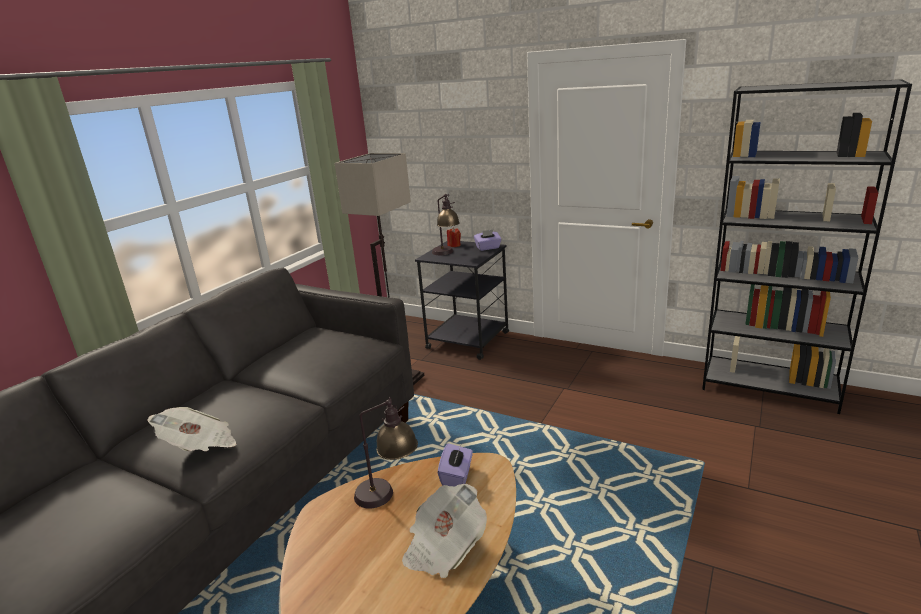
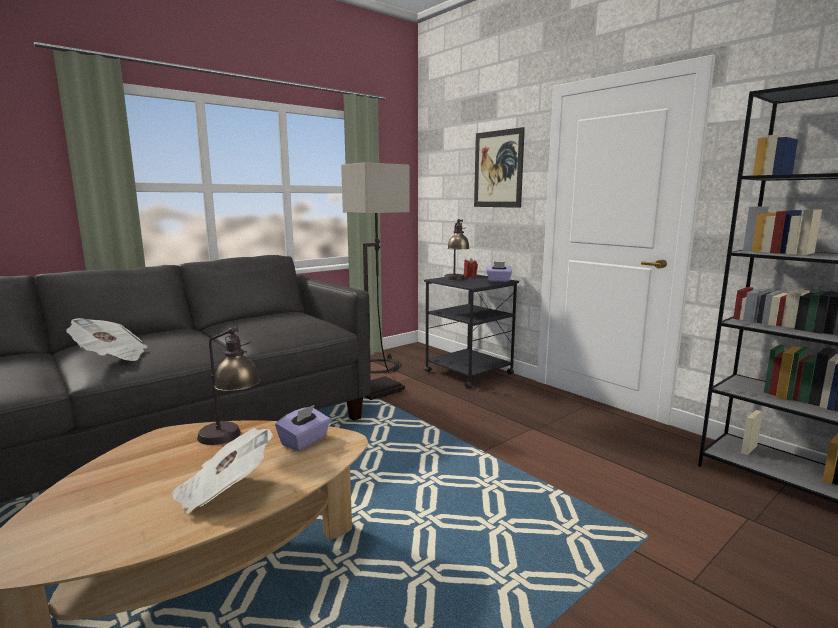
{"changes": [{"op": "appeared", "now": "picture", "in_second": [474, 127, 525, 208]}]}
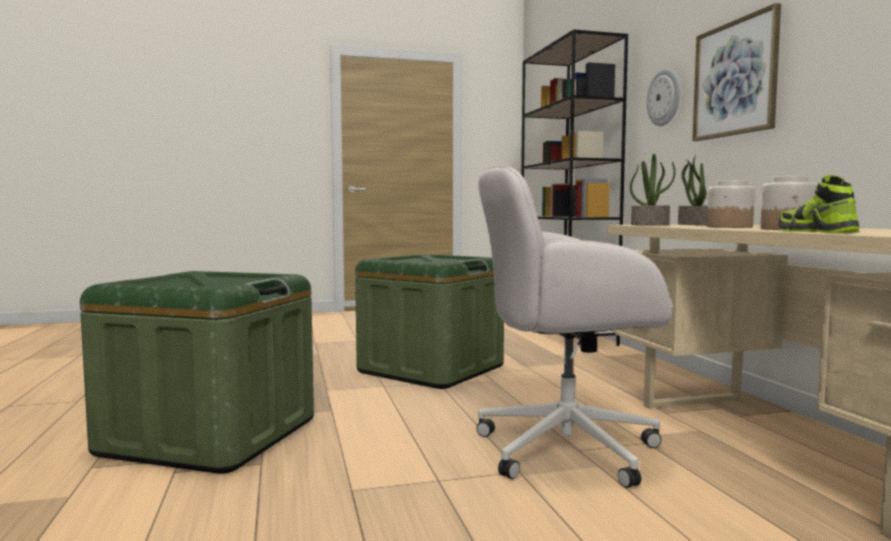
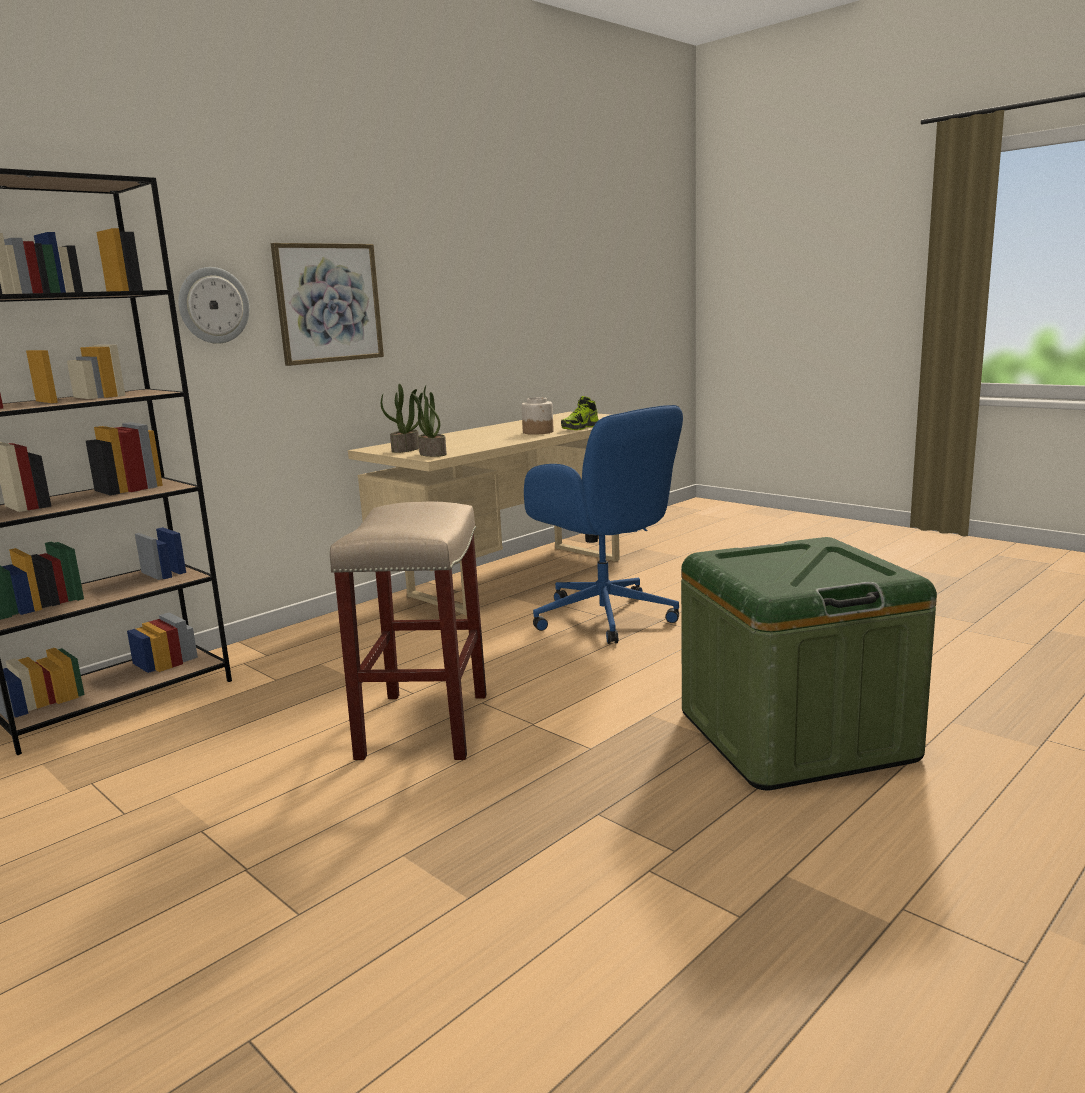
{"changes": [{"op": "exchanged", "was": "green storage container", "now": "sand-coloured stool seat", "in_first": [355, 254, 504, 389], "in_second": [330, 501, 486, 760]}, {"op": "colour", "was": "whitish desk chair", "now": "bluish desk chair", "in_first": [477, 166, 673, 488], "in_second": [524, 405, 683, 644]}, {"op": "missing", "was": "jar", "in_first": [707, 180, 755, 228]}]}
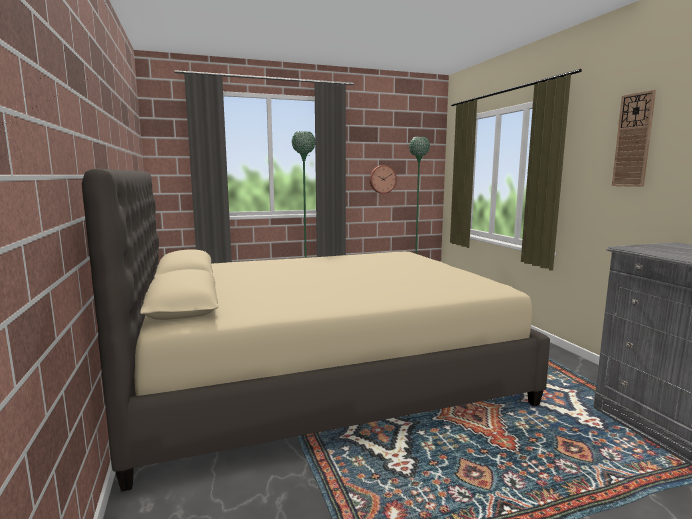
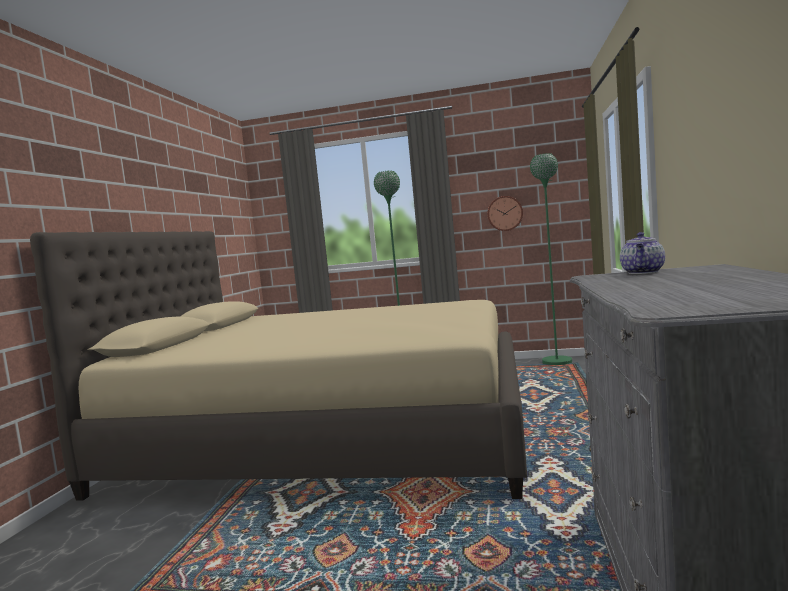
{"changes": [{"op": "appeared", "now": "pot for tea", "in_second": [620, 232, 665, 274]}, {"op": "missing", "was": "clock on the wall", "in_first": [612, 90, 656, 187]}]}
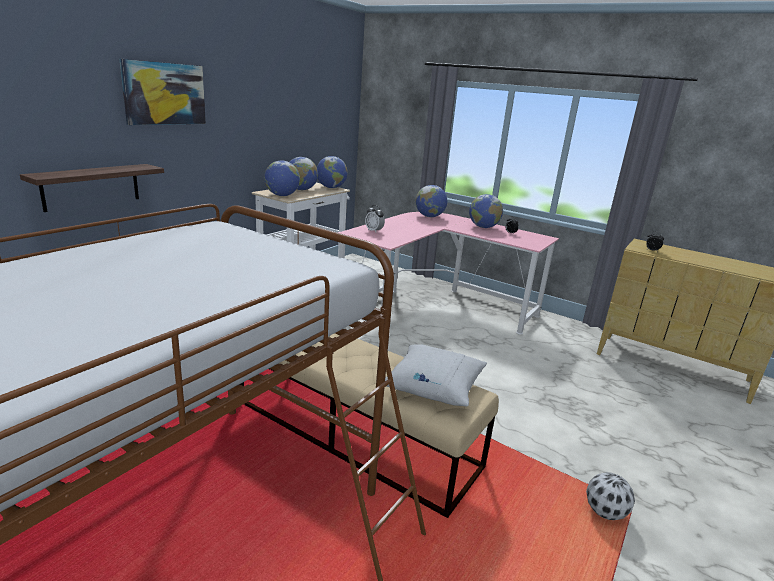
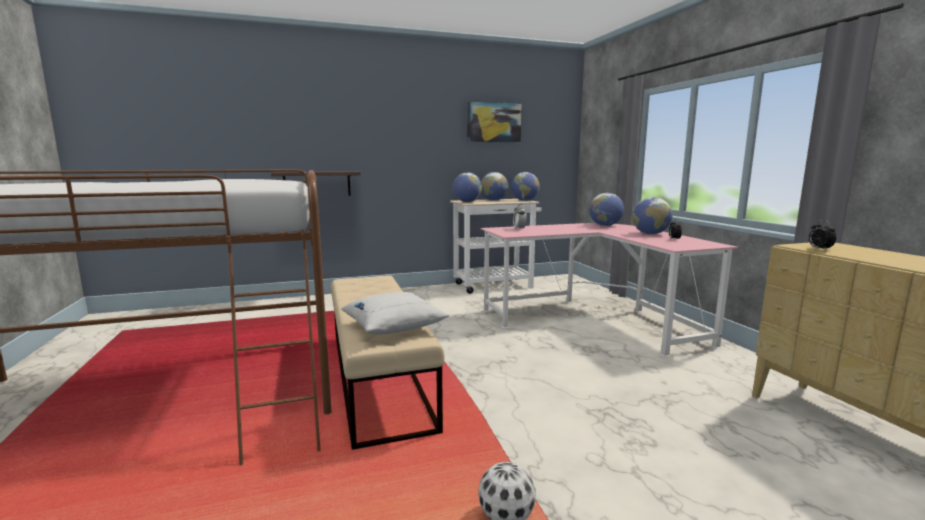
{"changes": [{"op": "relocated", "was": "picture", "in_first": [119, 59, 206, 125], "in_second": [467, 101, 522, 143]}]}
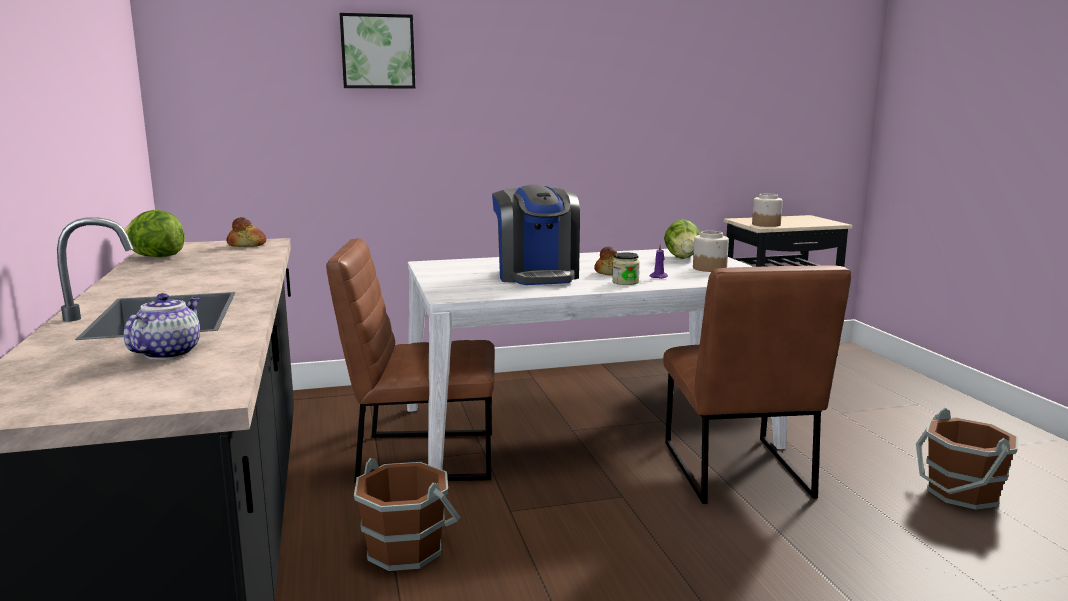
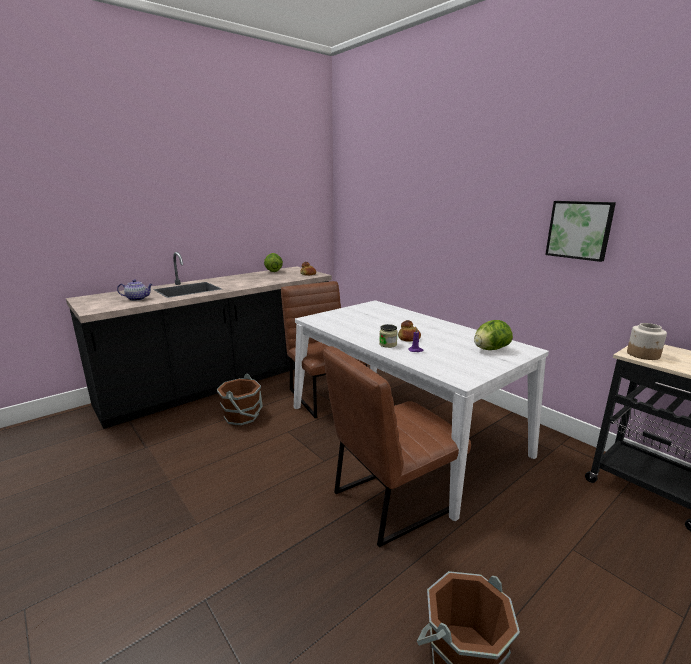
{"changes": [{"op": "relocated", "was": "picture", "in_first": [340, 13, 415, 88], "in_second": [545, 201, 616, 262]}, {"op": "missing", "was": "coffee brewer", "in_first": [492, 184, 580, 285]}, {"op": "missing", "was": "jar", "in_first": [693, 231, 729, 272]}]}
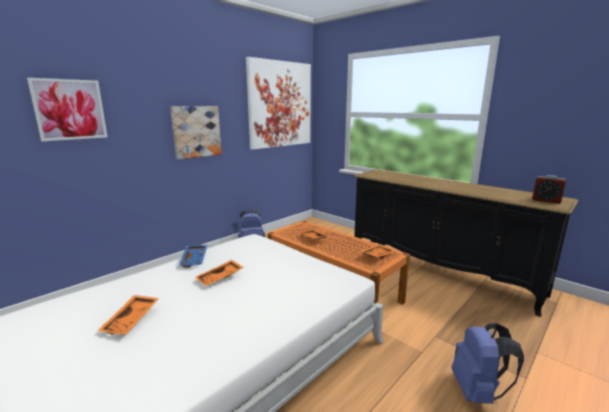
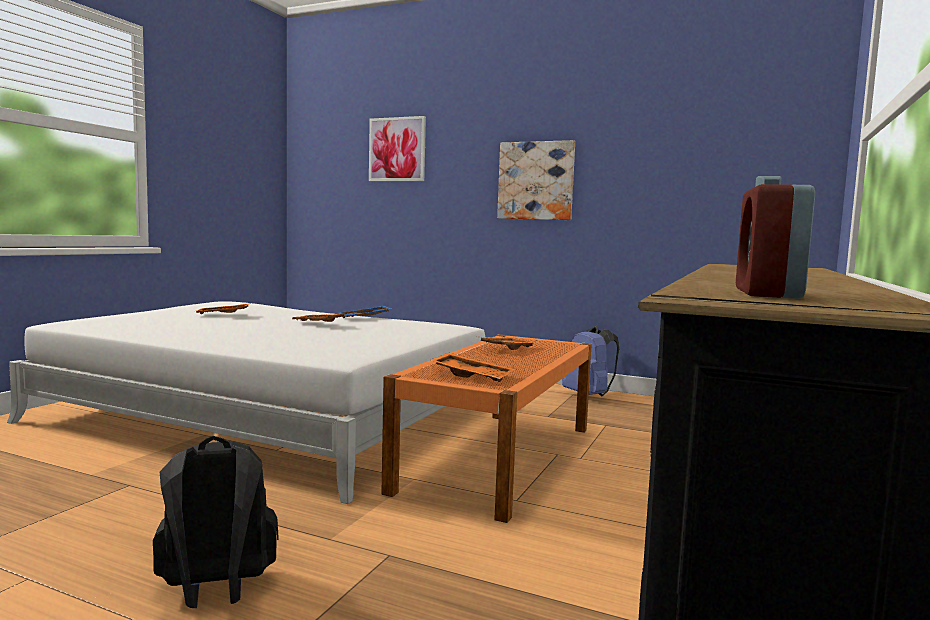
{"changes": [{"op": "colour", "was": "bluish rucksack", "now": "black-coloured rucksack", "in_first": [452, 323, 524, 404], "in_second": [153, 436, 278, 608]}, {"op": "missing", "was": "picture", "in_first": [246, 57, 311, 150]}]}
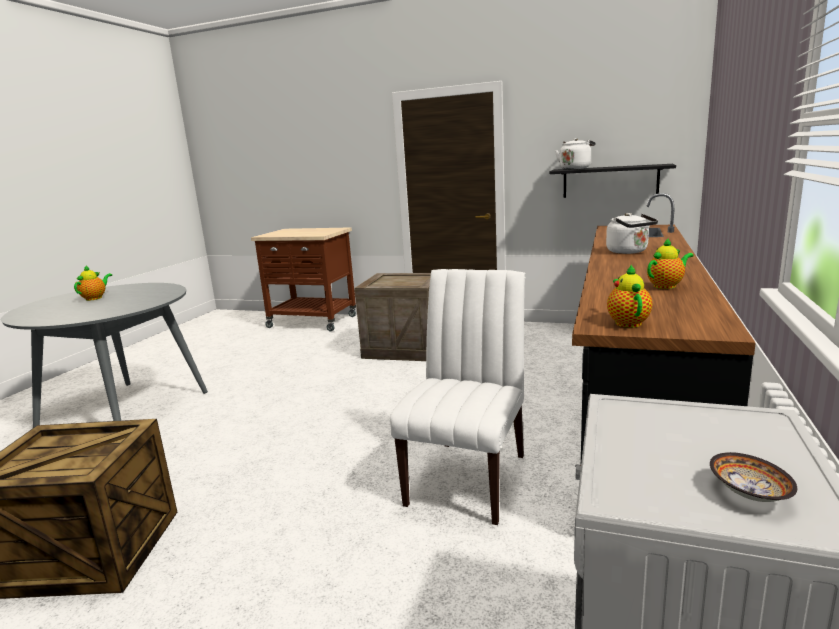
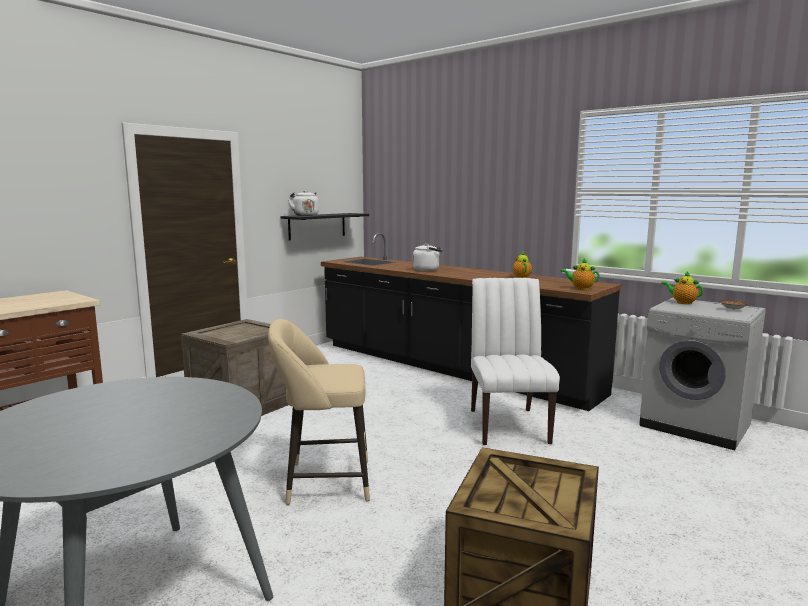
{"changes": [{"op": "appeared", "now": "sand-coloured stool seat", "in_second": [268, 319, 370, 505]}, {"op": "spun", "was": "whitish plain chair", "in_first": [390, 269, 526, 525], "in_second": [471, 278, 560, 445], "clockwise": 45}, {"op": "relocated", "was": "pot for tea", "in_first": [74, 265, 112, 301], "in_second": [661, 272, 703, 304]}]}
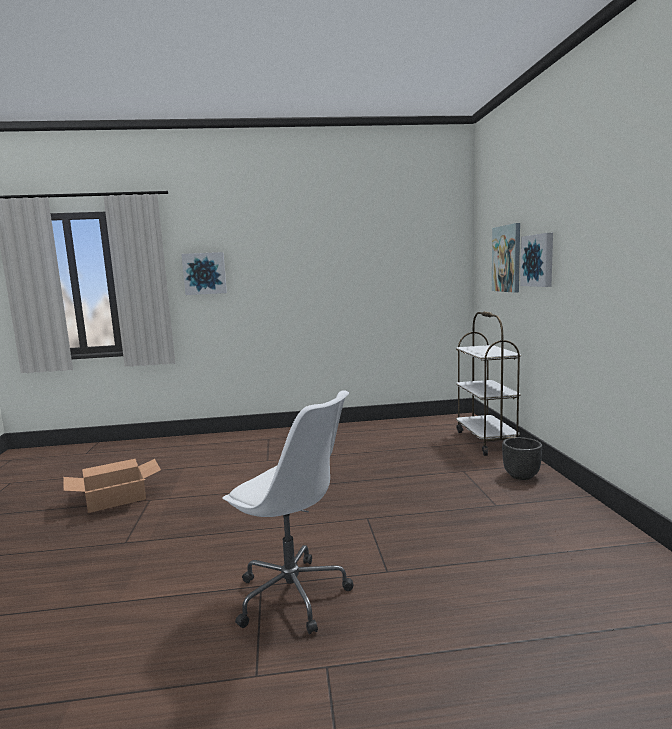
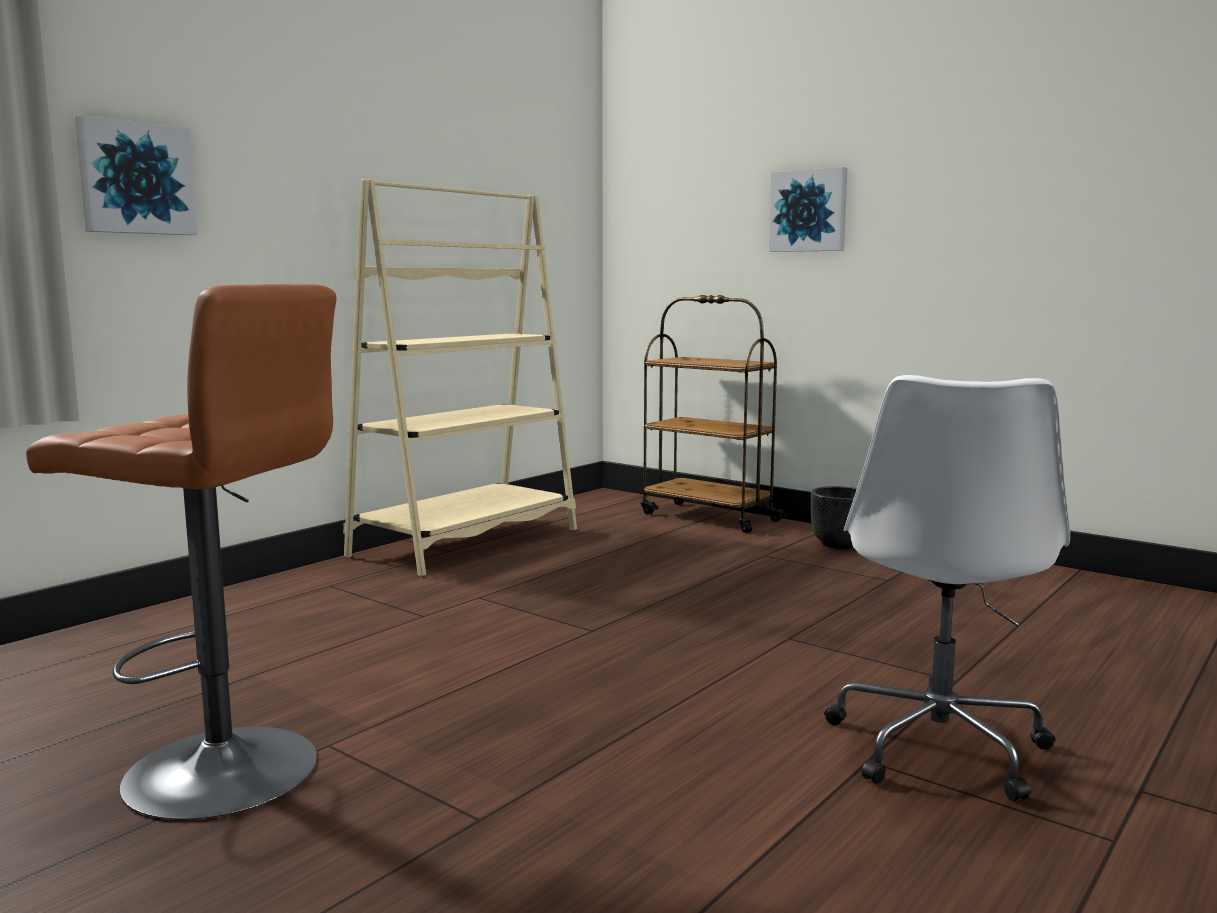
{"changes": [{"op": "exchanged", "was": "cardboard box", "now": "brown-coloured stool seat", "in_first": [63, 459, 161, 513], "in_second": [26, 284, 336, 820]}, {"op": "appeared", "now": "sand-coloured bookcase", "in_second": [343, 179, 577, 576]}, {"op": "colour", "was": "whitish cart", "now": "brown-coloured cart", "in_first": [456, 311, 522, 456], "in_second": [641, 295, 788, 533]}, {"op": "spun", "was": "whitish desk chair", "in_first": [222, 390, 354, 634], "in_second": [824, 375, 1070, 801], "clockwise": 120}, {"op": "missing", "was": "picture", "in_first": [492, 223, 520, 293]}]}
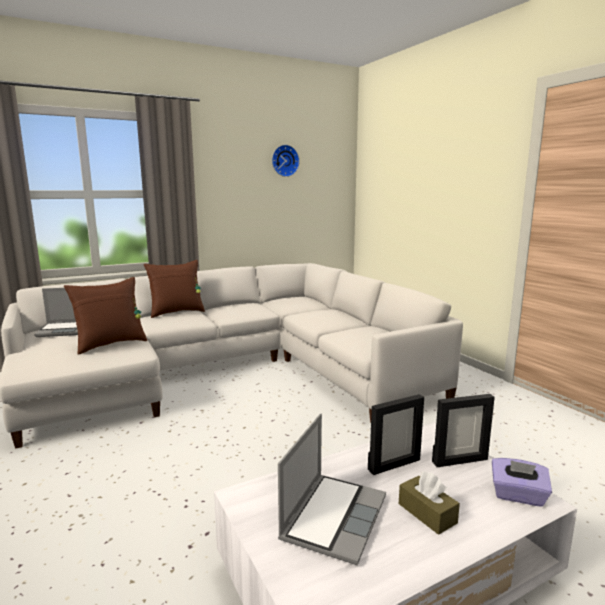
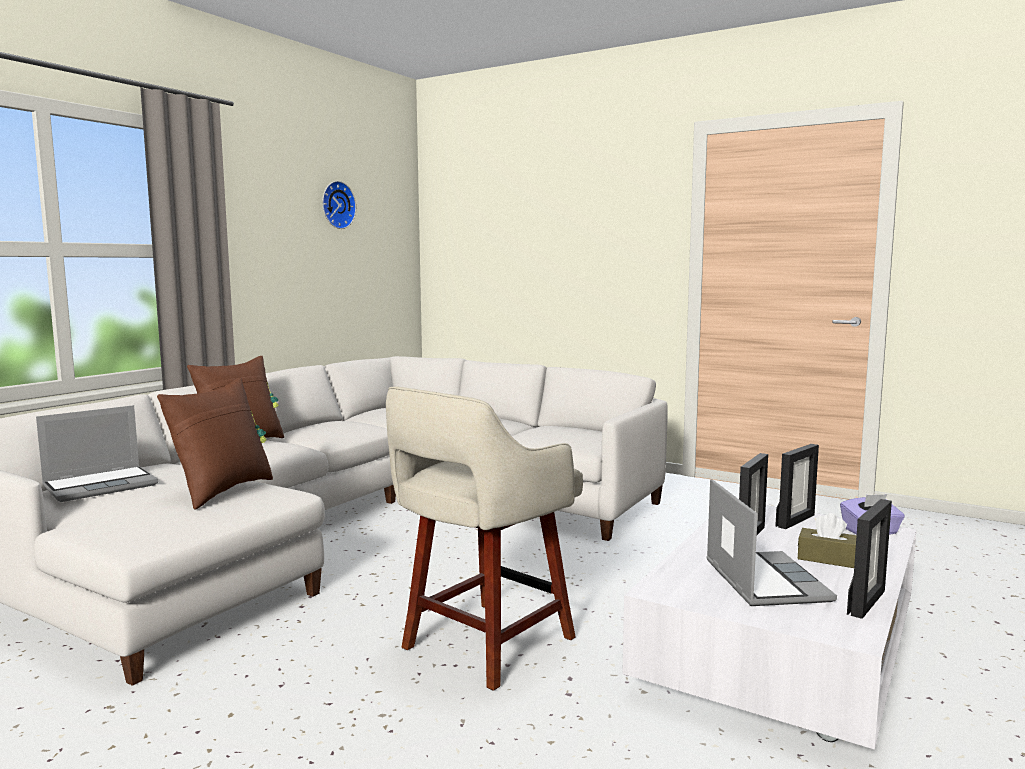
{"changes": [{"op": "appeared", "now": "sand-coloured stool seat", "in_second": [386, 386, 583, 691]}, {"op": "appeared", "now": "picture frame", "in_second": [847, 499, 892, 619]}]}
